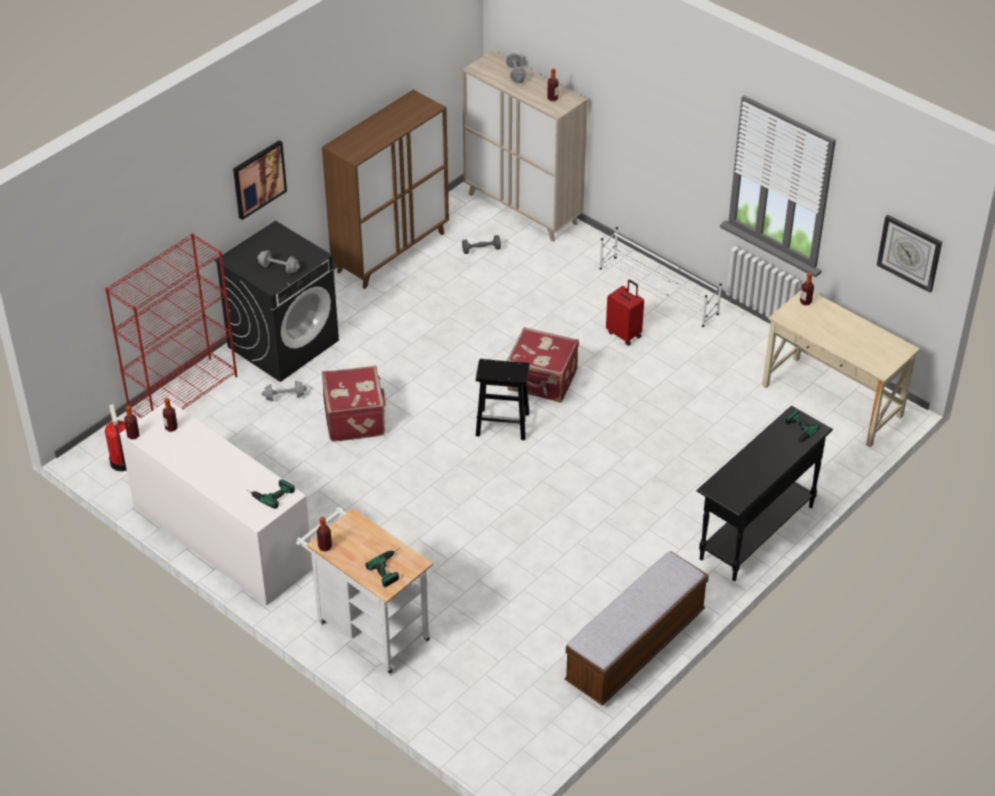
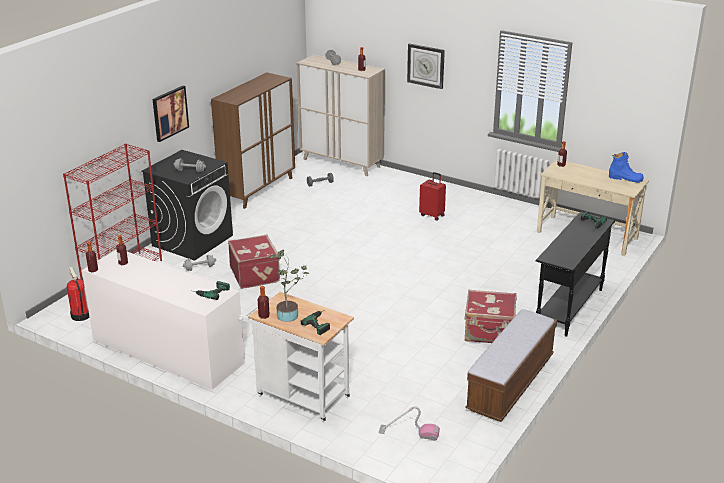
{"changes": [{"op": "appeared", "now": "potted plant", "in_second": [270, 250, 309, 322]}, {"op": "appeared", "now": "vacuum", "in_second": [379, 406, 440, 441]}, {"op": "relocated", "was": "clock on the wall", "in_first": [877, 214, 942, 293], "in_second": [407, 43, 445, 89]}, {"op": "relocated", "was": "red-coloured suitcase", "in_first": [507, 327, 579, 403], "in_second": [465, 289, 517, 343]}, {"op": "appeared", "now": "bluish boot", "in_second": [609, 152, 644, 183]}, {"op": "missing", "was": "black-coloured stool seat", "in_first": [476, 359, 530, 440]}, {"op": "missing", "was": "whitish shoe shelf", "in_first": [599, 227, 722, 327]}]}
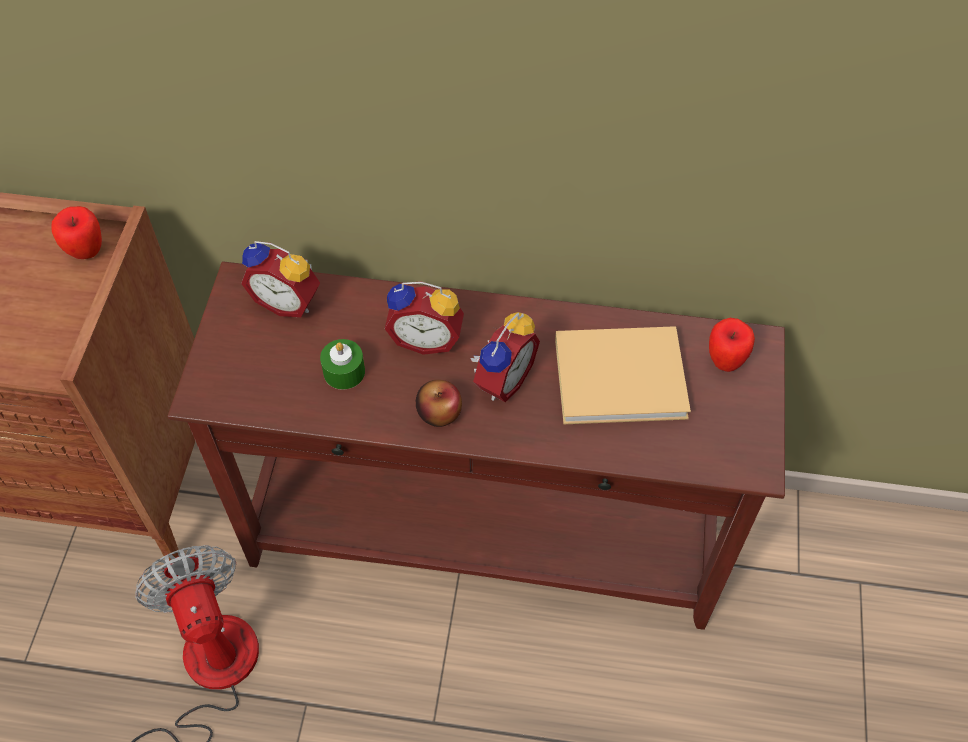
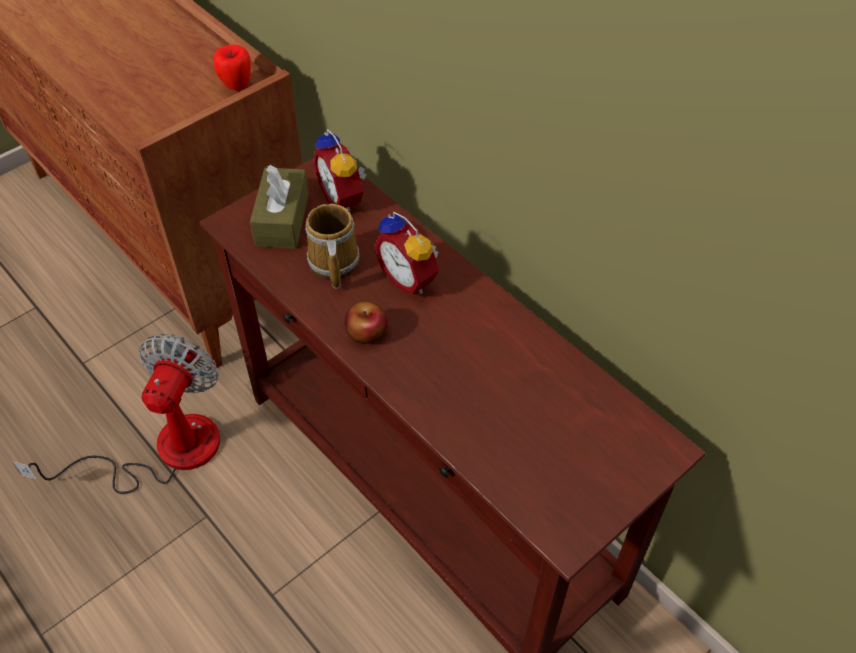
{"changes": [{"op": "appeared", "now": "brown-coloured tissue holder", "in_second": [250, 165, 309, 249]}, {"op": "exchanged", "was": "green wax candle", "now": "tea mug", "in_first": [320, 339, 365, 390], "in_second": [305, 204, 360, 289]}, {"op": "missing", "was": "table clock", "in_first": [470, 312, 540, 402]}, {"op": "missing", "was": "sand-coloured volume", "in_first": [555, 326, 691, 424]}, {"op": "missing", "was": "apple fruit", "in_first": [709, 318, 755, 372]}]}
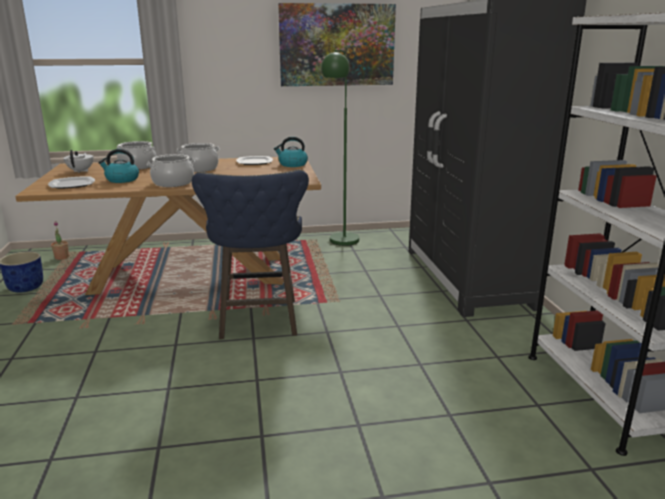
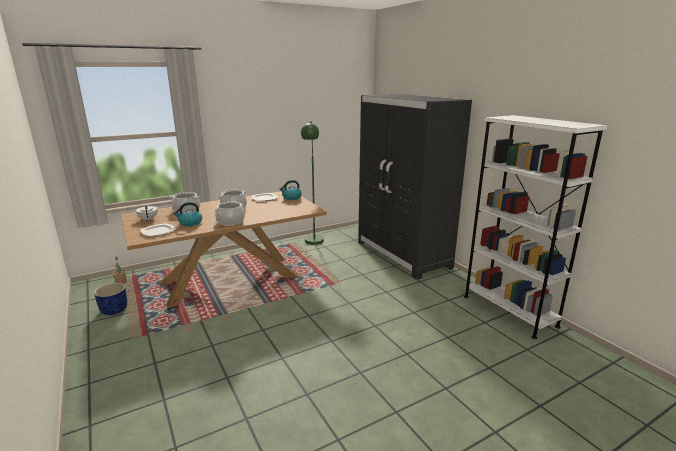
{"changes": [{"op": "missing", "was": "bluish stool seat", "in_first": [192, 170, 309, 339]}, {"op": "missing", "was": "picture", "in_first": [278, 3, 396, 86]}]}
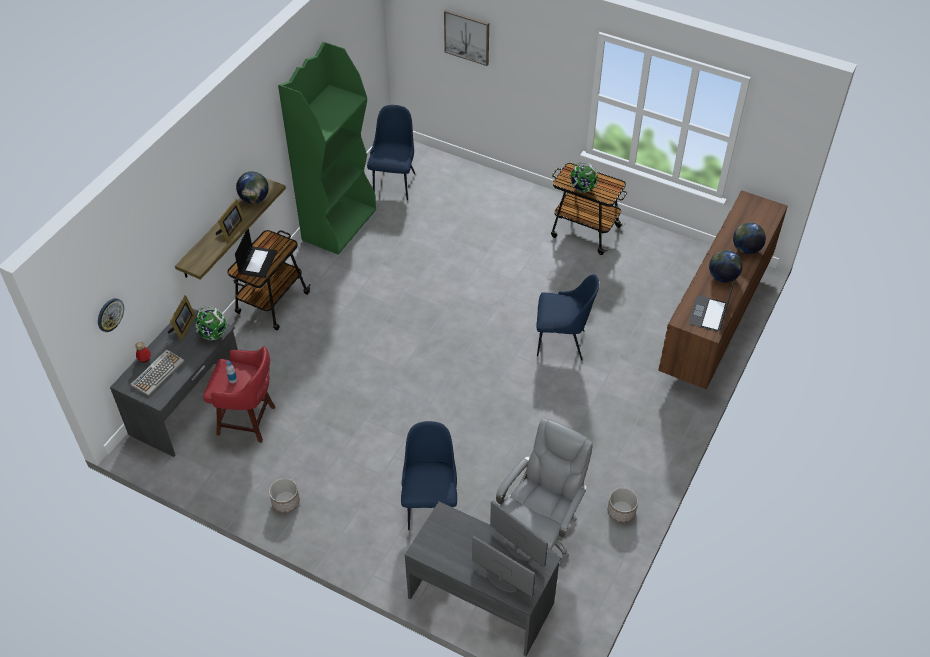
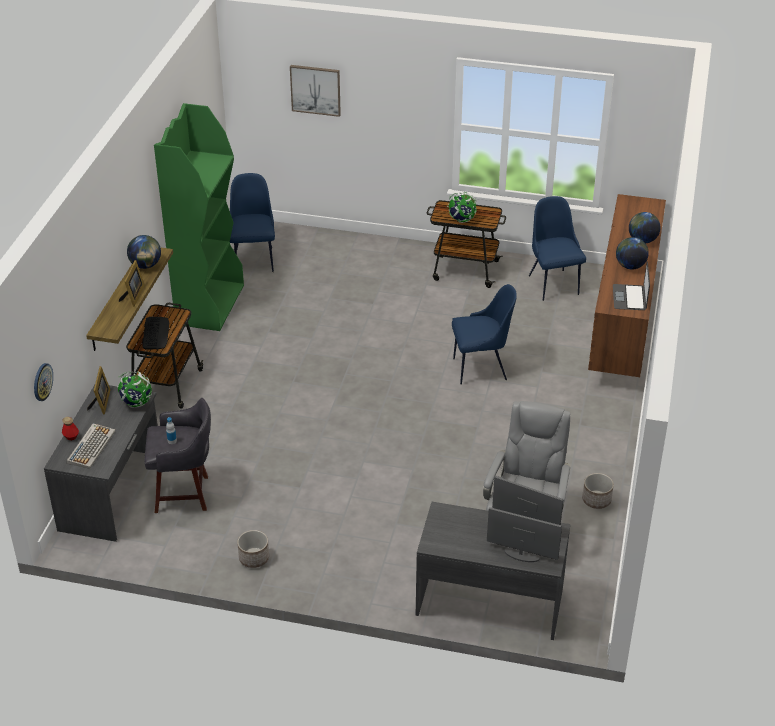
{"changes": [{"op": "exchanged", "was": "portable computer", "now": "PC keyboard", "in_first": [235, 229, 277, 278], "in_second": [142, 317, 170, 350]}, {"op": "colour", "was": "red-coloured stool seat", "now": "gray stool seat", "in_first": [203, 346, 275, 443], "in_second": [144, 398, 211, 513]}, {"op": "relocated", "was": "bluish plain chair", "in_first": [401, 421, 457, 530], "in_second": [529, 196, 586, 301]}]}
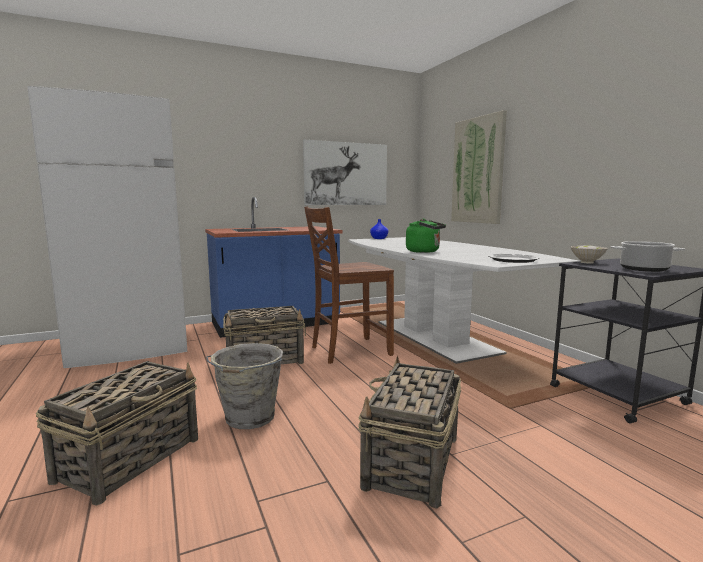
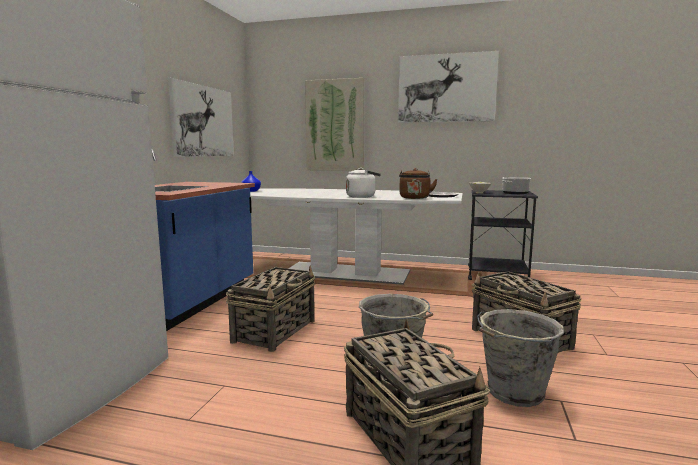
{"changes": [{"op": "colour", "was": "green water kettle", "now": "whitish water kettle", "in_first": [406, 219, 446, 253], "in_second": [346, 168, 381, 198]}, {"op": "appeared", "now": "picture", "in_second": [398, 51, 499, 123]}, {"op": "appeared", "now": "brown-coloured water kettle", "in_second": [399, 168, 438, 199]}, {"op": "appeared", "now": "gray pail", "in_second": [477, 309, 564, 407]}, {"op": "missing", "was": "brown-coloured plain chair", "in_first": [304, 206, 394, 364]}]}
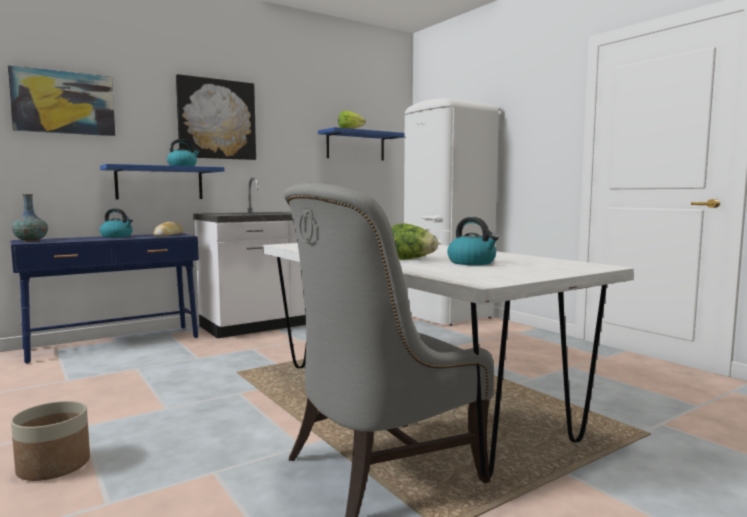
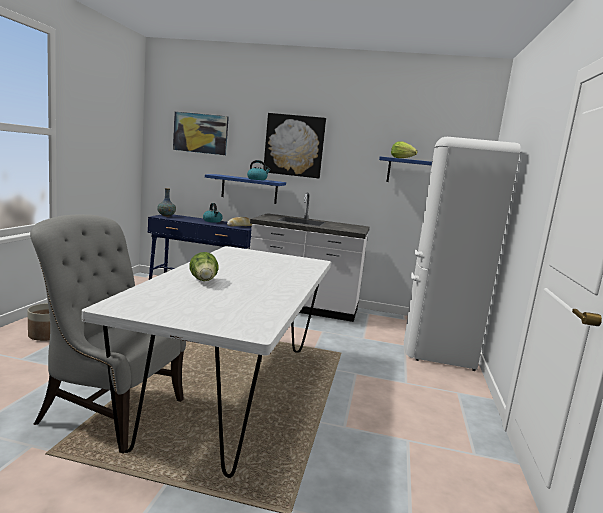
{"changes": [{"op": "missing", "was": "water kettle", "in_first": [447, 217, 499, 265]}]}
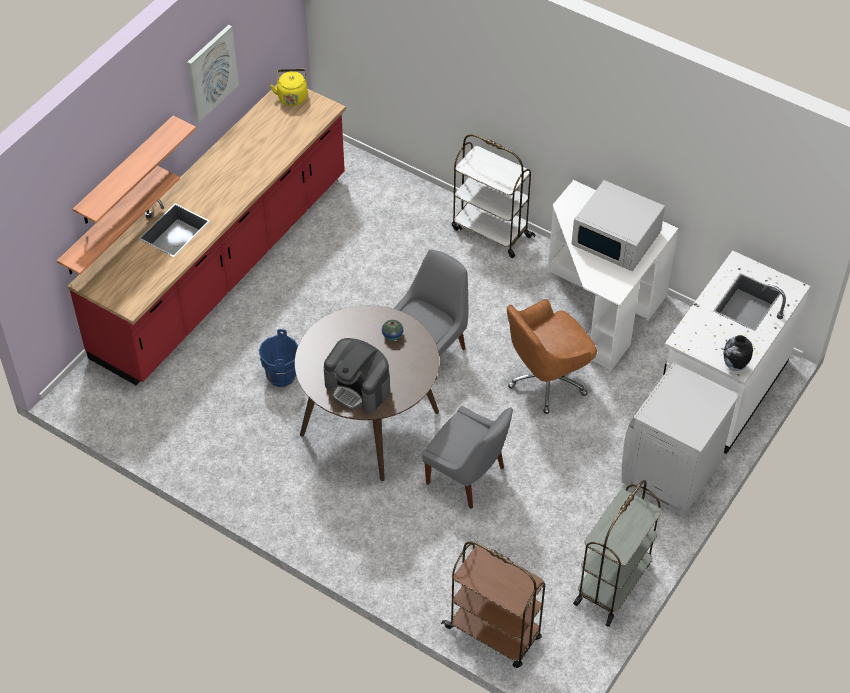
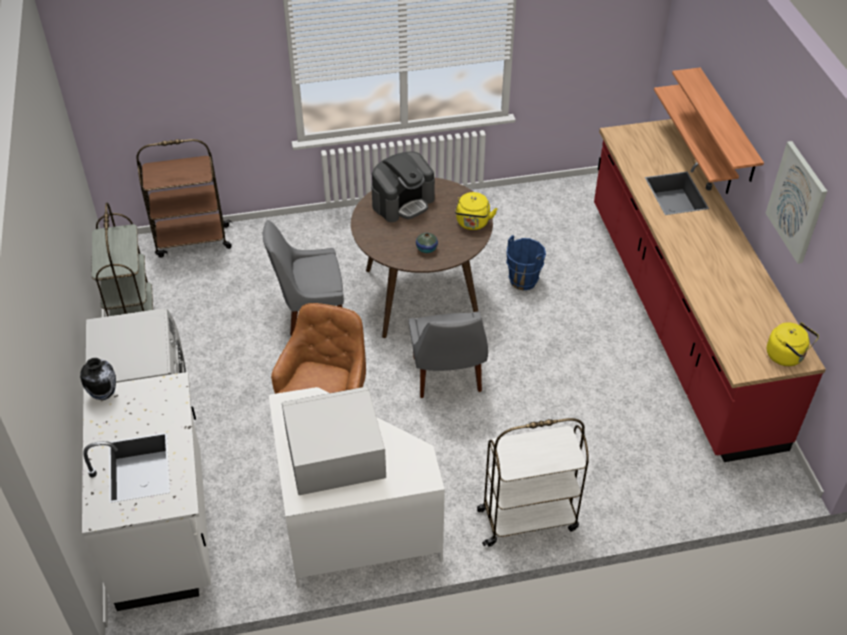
{"changes": [{"op": "spun", "was": "coffee brewer", "in_first": [324, 338, 390, 413], "in_second": [371, 152, 435, 222], "clockwise": 150}, {"op": "appeared", "now": "yellowish water kettle", "in_second": [455, 192, 498, 230]}]}
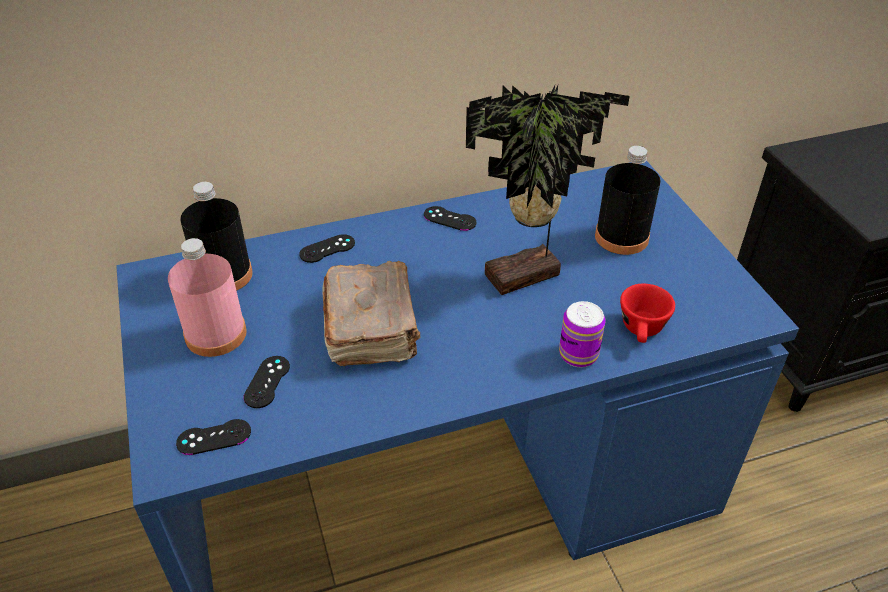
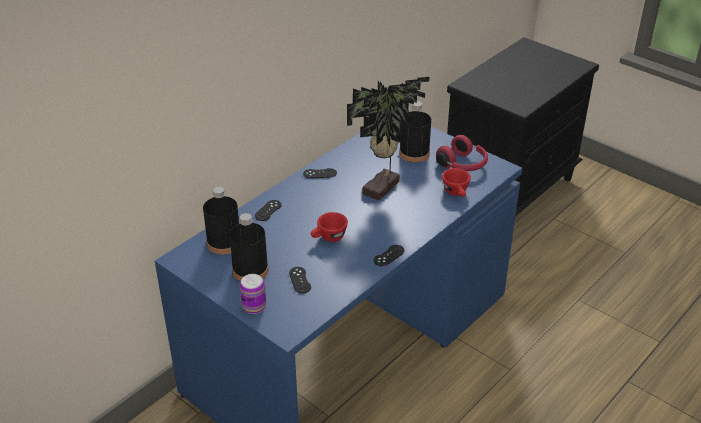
{"changes": [{"op": "colour", "was": "pink beverage bottle", "now": "black-coloured beverage bottle", "in_first": [168, 238, 247, 357], "in_second": [229, 213, 269, 282]}, {"op": "relocated", "was": "can", "in_first": [559, 301, 606, 367], "in_second": [240, 274, 266, 314]}, {"op": "exchanged", "was": "brown-coloured volume", "now": "red-coloured small cup", "in_first": [322, 261, 420, 366], "in_second": [311, 212, 348, 242]}, {"op": "relocated", "was": "black-coloured gamepad", "in_first": [176, 419, 251, 455], "in_second": [374, 245, 405, 266]}, {"op": "appeared", "now": "red-coloured pair of headphones", "in_second": [436, 135, 488, 171]}]}
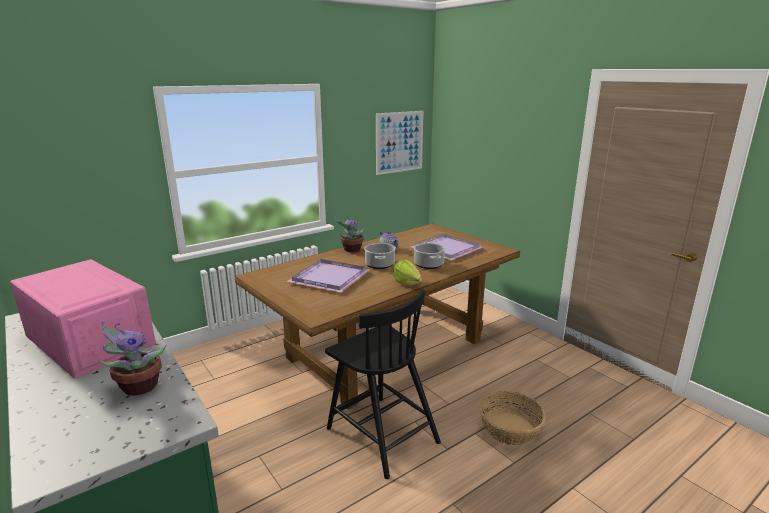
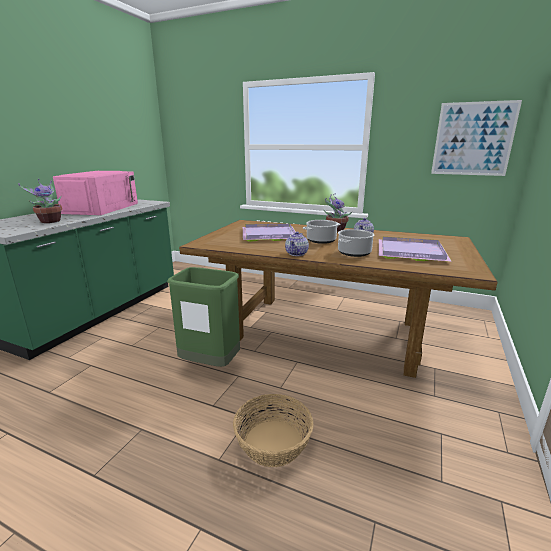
{"changes": [{"op": "exchanged", "was": "black-coloured plain chair", "now": "green trash can", "in_first": [325, 290, 441, 479], "in_second": [167, 267, 240, 367]}, {"op": "exchanged", "was": "lettuce", "now": "pot for tea", "in_first": [393, 260, 422, 286], "in_second": [285, 232, 309, 256]}]}
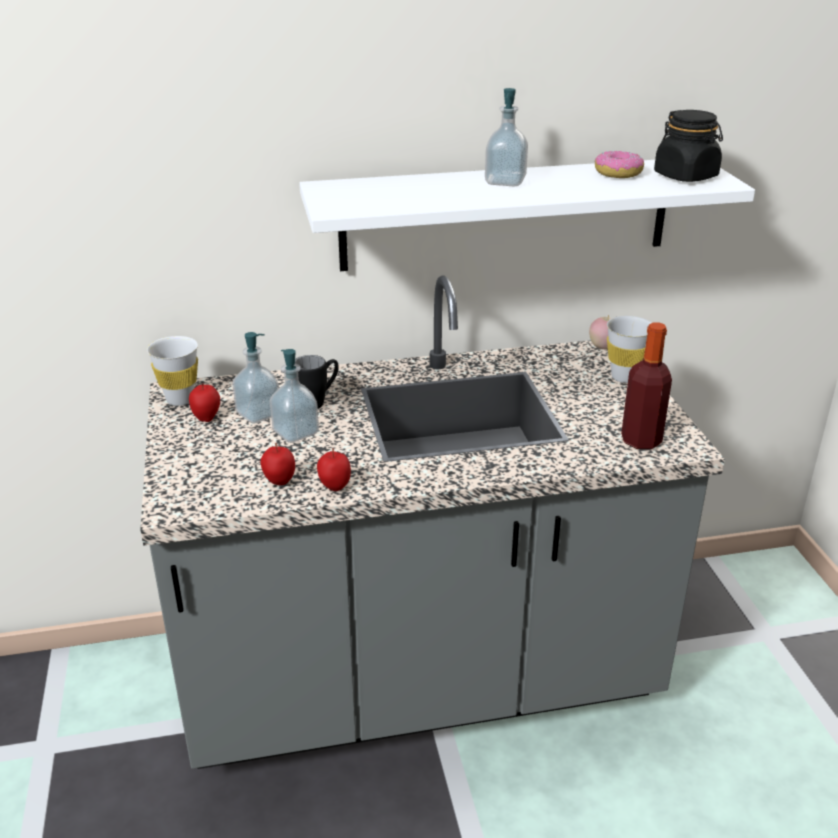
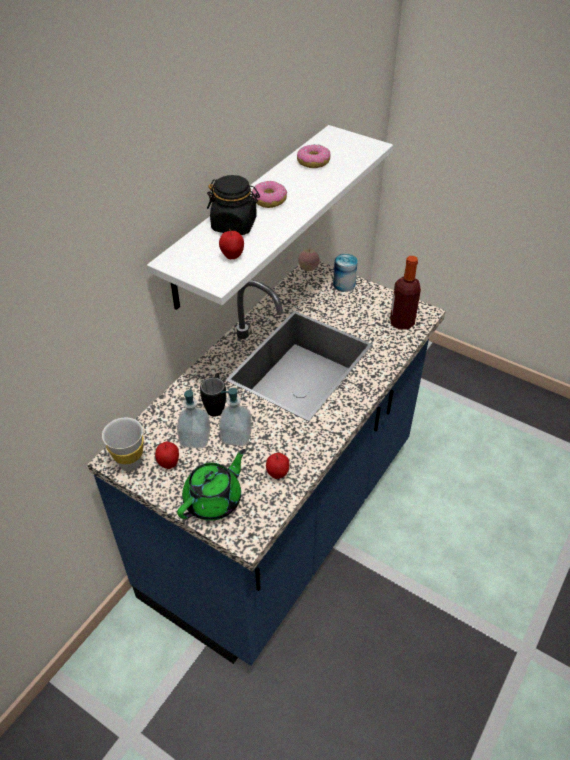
{"changes": [{"op": "colour", "was": "gray kitchen base unit", "now": "bluish kitchen base unit", "in_first": [140, 275, 725, 769], "in_second": [87, 261, 446, 666]}, {"op": "appeared", "now": "green pot for tea", "in_second": [177, 449, 246, 521]}, {"op": "relocated", "was": "black-coloured jar", "in_first": [654, 110, 723, 182], "in_second": [207, 175, 260, 235]}, {"op": "relocated", "was": "apple fruit", "in_first": [317, 448, 351, 491], "in_second": [219, 229, 244, 259]}, {"op": "exchanged", "was": "liquid soap bottle", "now": "donut", "in_first": [485, 88, 528, 187], "in_second": [251, 181, 287, 208]}, {"op": "exchanged", "was": "whitish small cup", "now": "can", "in_first": [607, 316, 652, 383], "in_second": [333, 254, 358, 292]}]}
